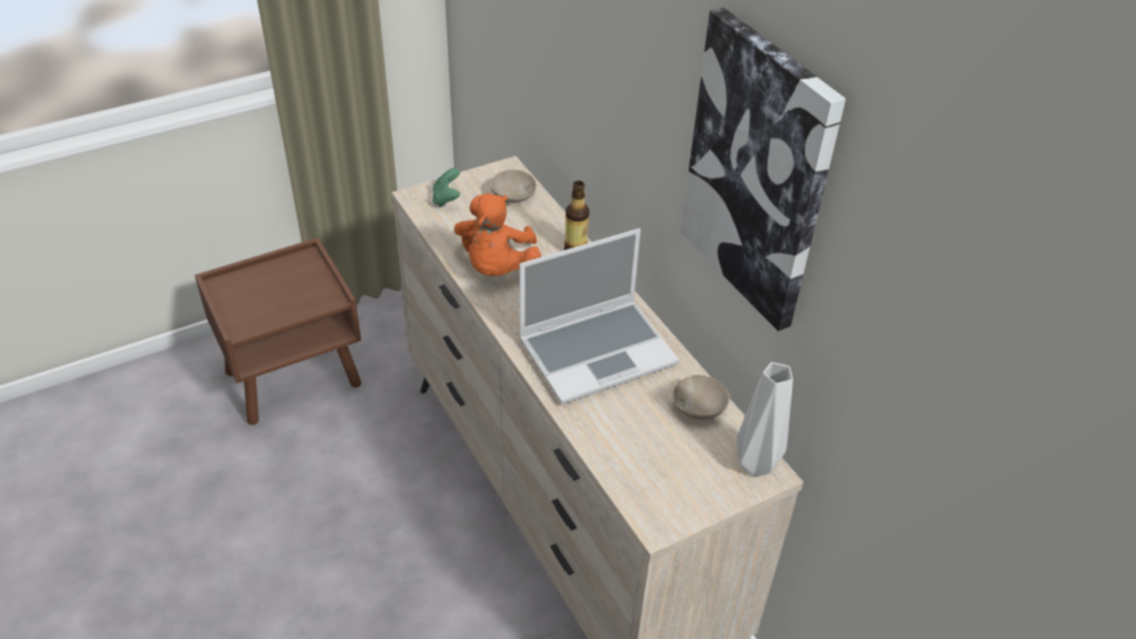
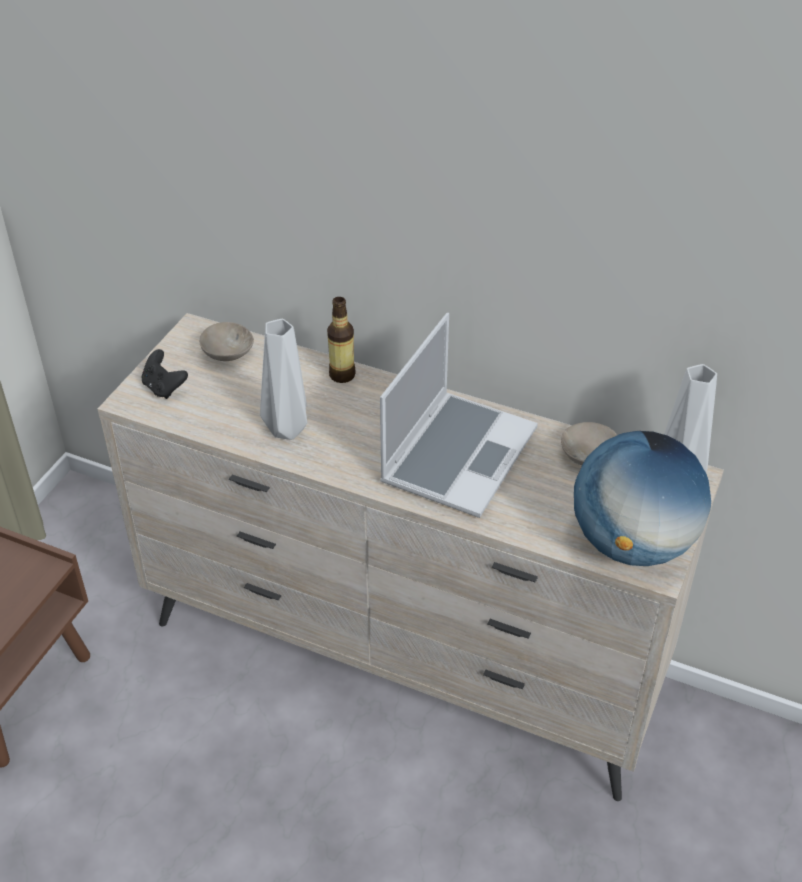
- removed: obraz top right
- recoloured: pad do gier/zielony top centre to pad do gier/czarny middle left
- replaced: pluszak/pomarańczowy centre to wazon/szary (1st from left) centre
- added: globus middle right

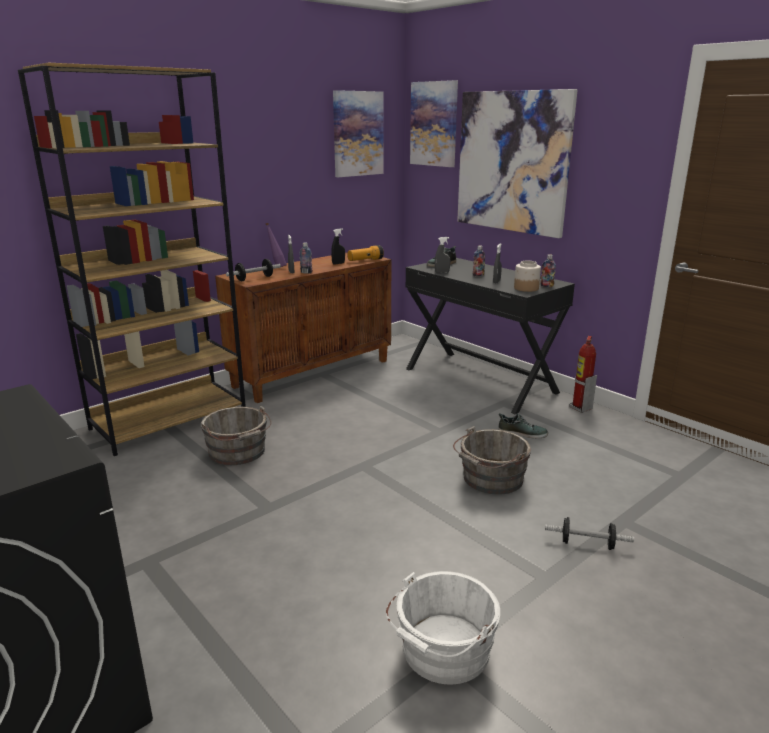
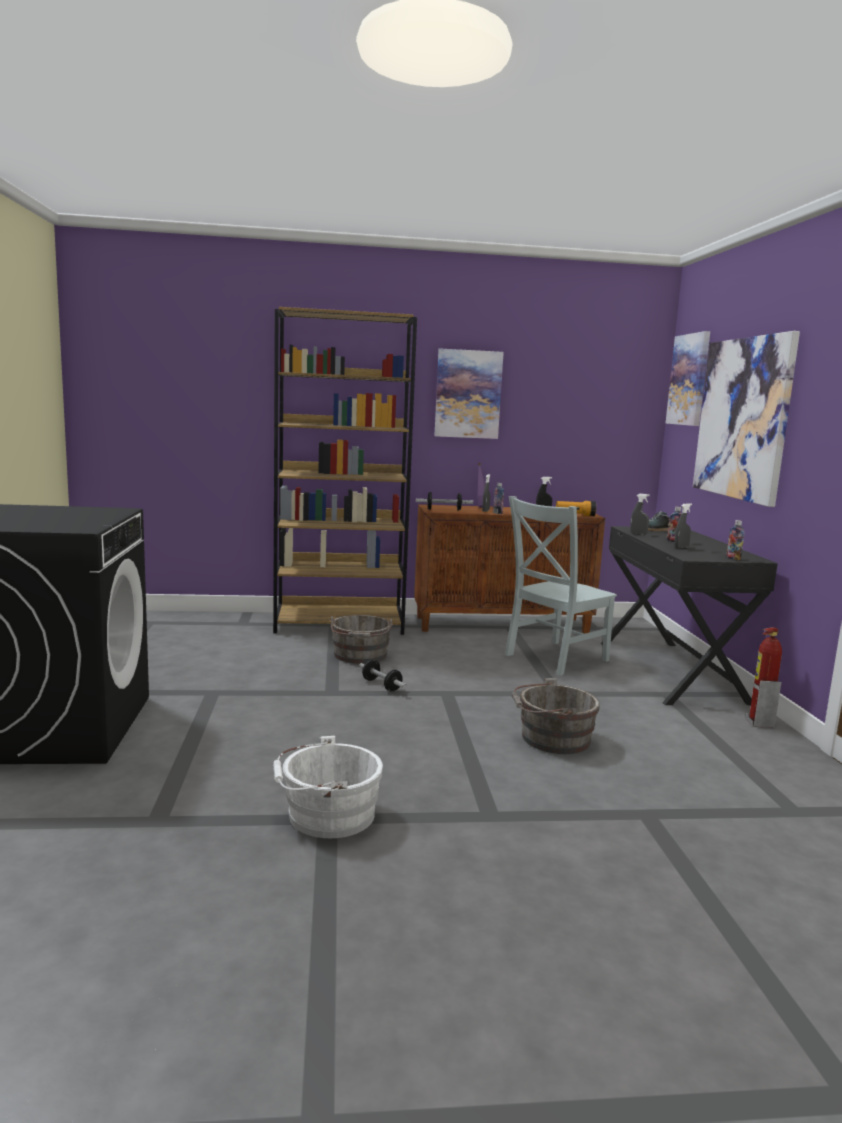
- moved: obraz (1st from left) top centre to centre
- removed: słoik middle right
- removed: but (2nd from left) middle right
- moved: hantel (2nd from left in the first image) bottom right to hantel (1st from left) centre
- added: krzesło/szary centre

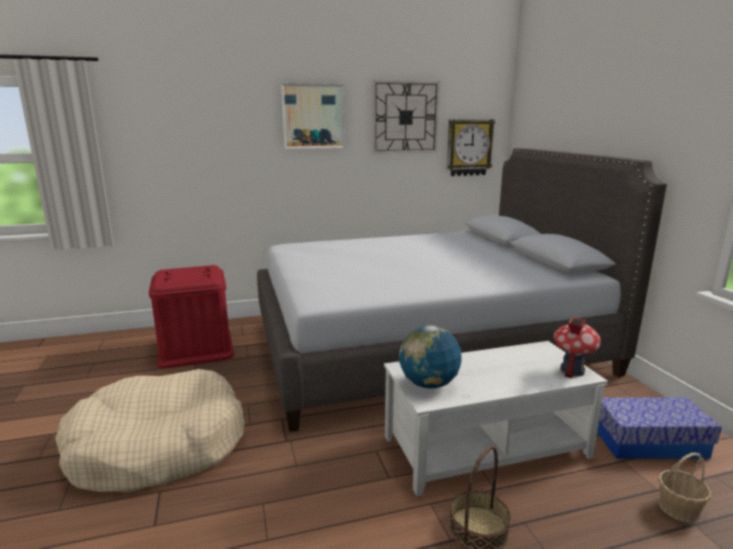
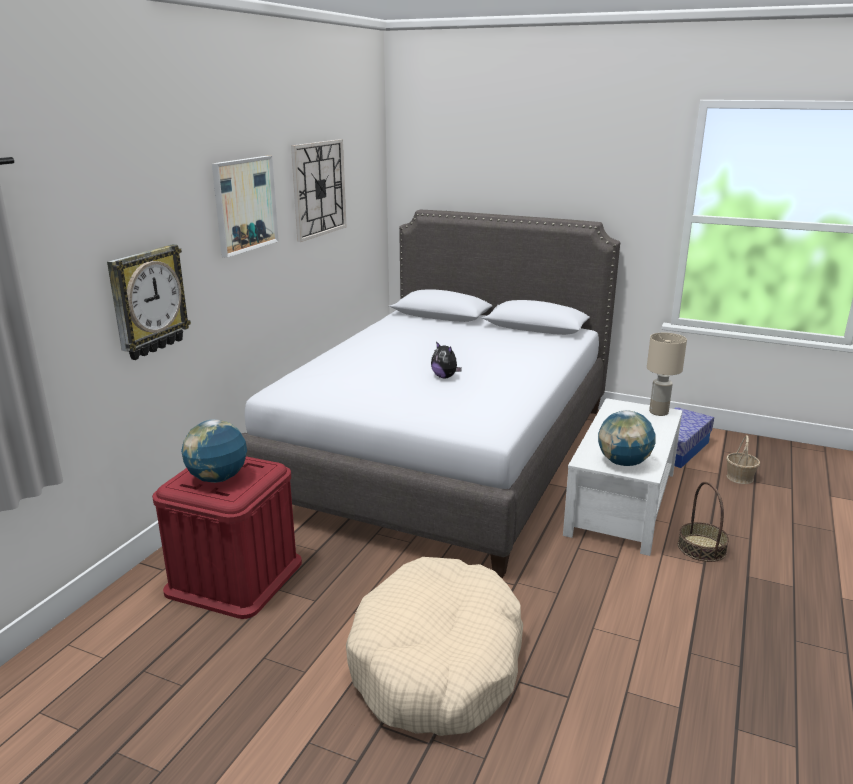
- moved: zegar ścienny (2nd from left in the first image) top centre to zegar ścienny (1st from left) middle left
- replaced: domek middle right to lampa stołowa/beżowy middle right
- added: pluszak centre
- added: globus (1st from left) middle left

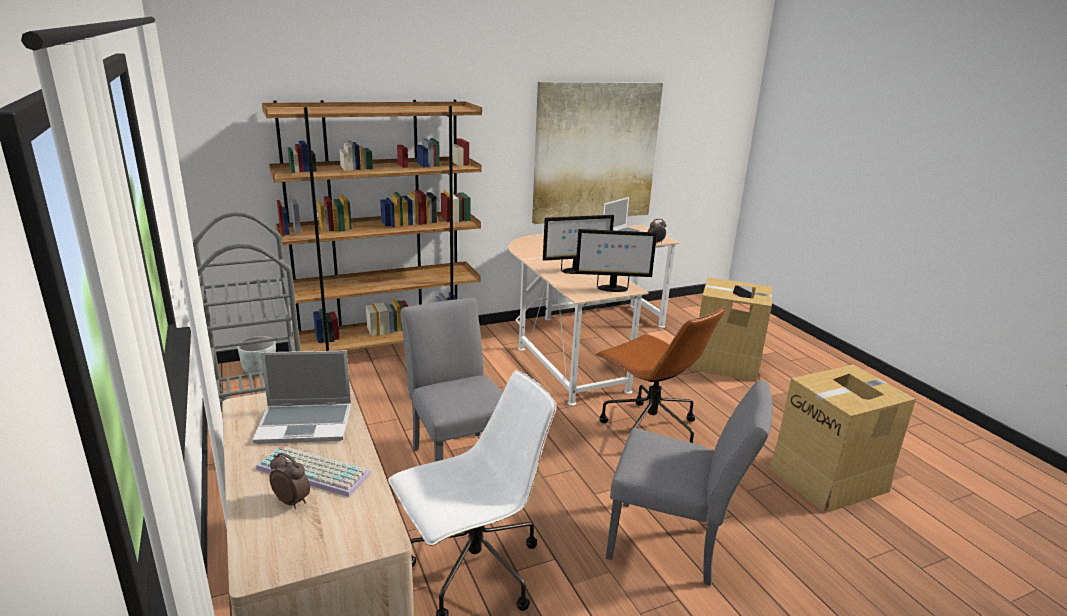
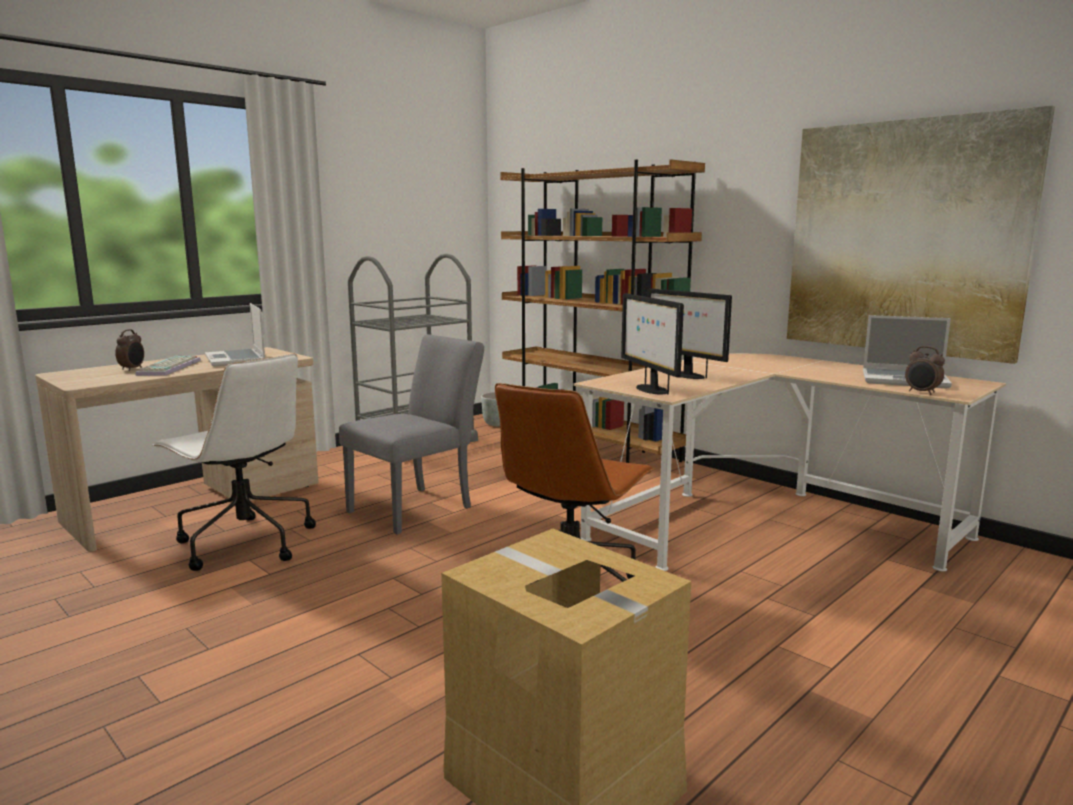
- removed: karton (1st from left) middle right
- removed: krzesło/szary (2nd from left) bottom centre

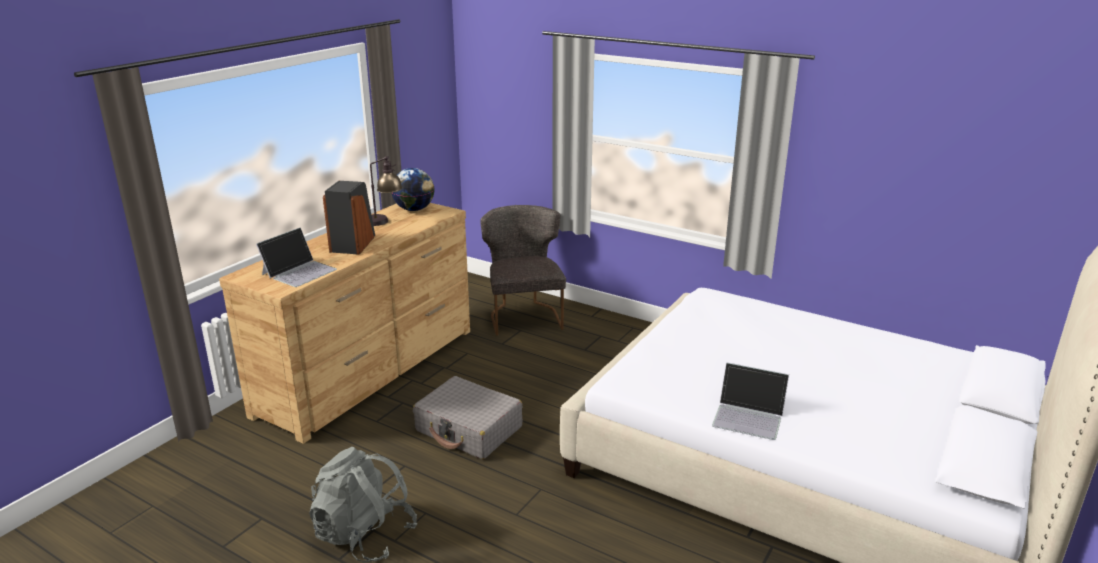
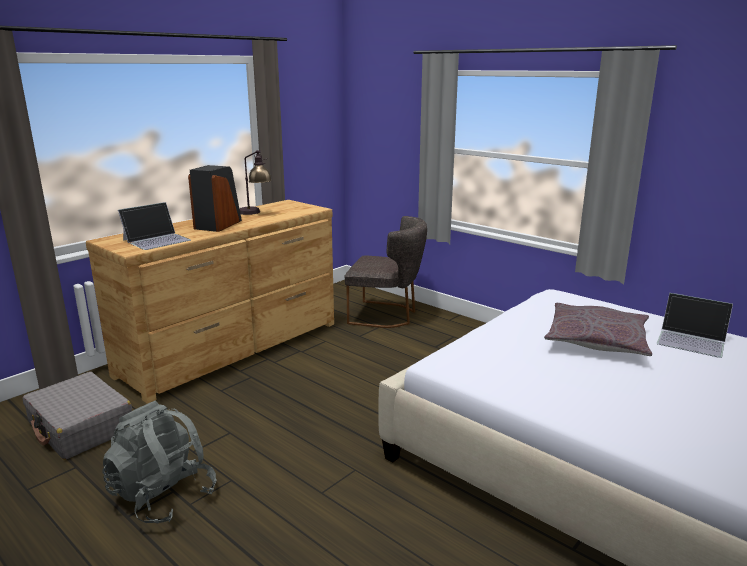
- removed: globus centre
- turned: krzesło/szary centre = centre 105 degrees clockwise
- moved: laptop (2nd from left) bottom right to middle right
- moved: walizka/szary bottom centre to bottom left
- added: poduszka/szary middle right

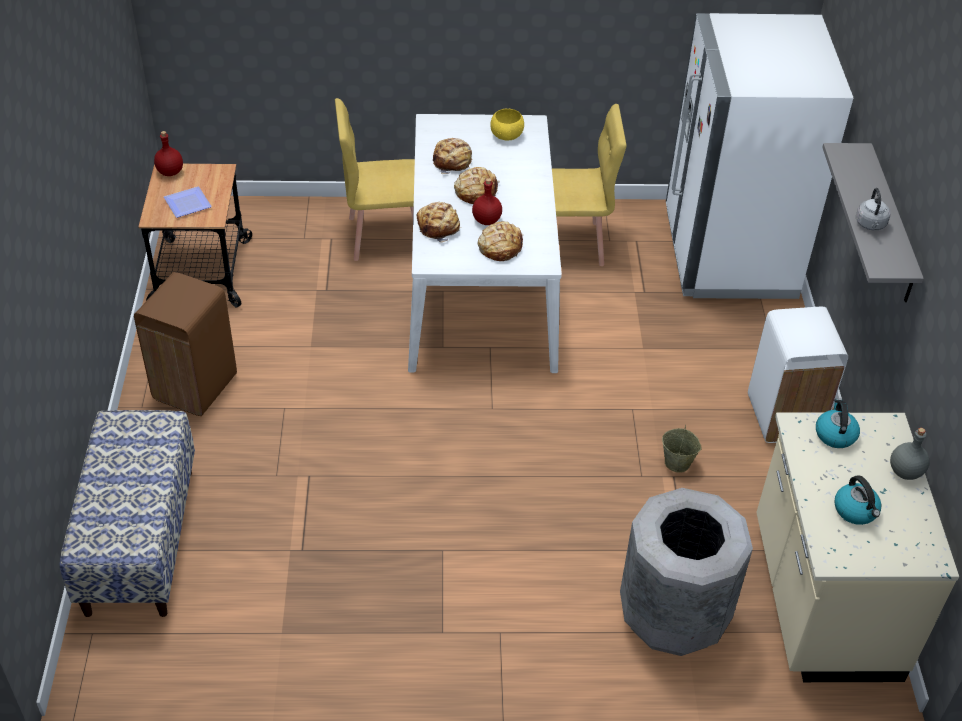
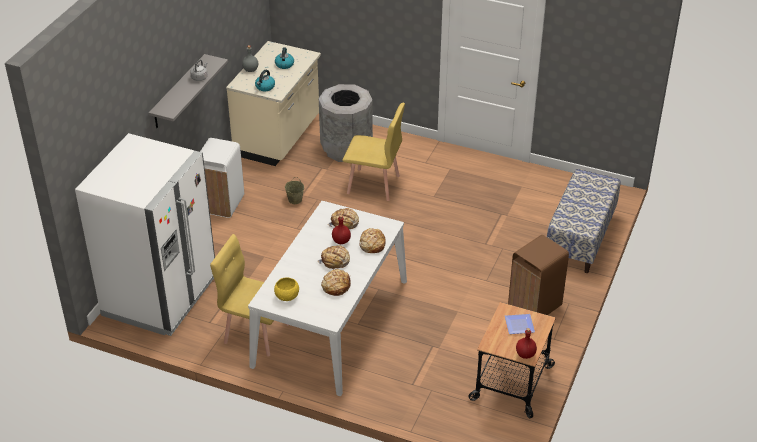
- moved: krzesło/żółty (1st from left in the first image) top centre to krzesło/żółty (2nd from left) centre

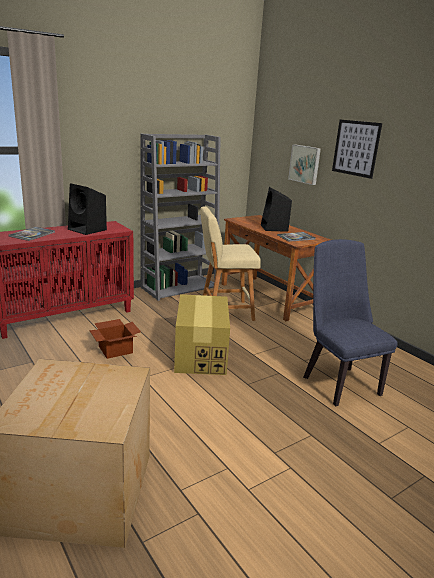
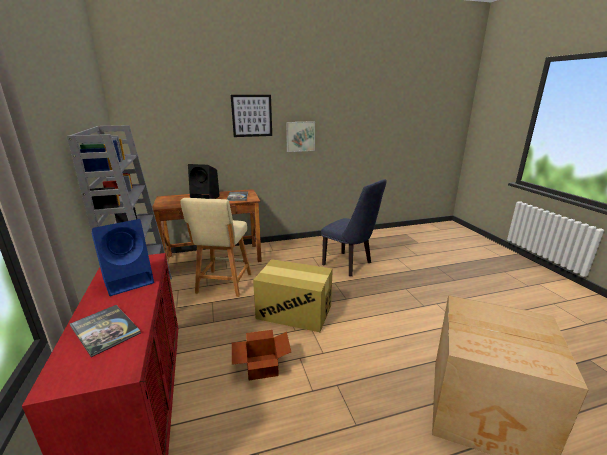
- moved: obraz (1st from left in the first image) top right to obraz (2nd from left) top centre
- recoloured: głośnik/czarny (1st from left) middle left to głośnik/niebieski middle left
- turned: krzesło/niebieski middle right = centre 135 degrees counterclockwise

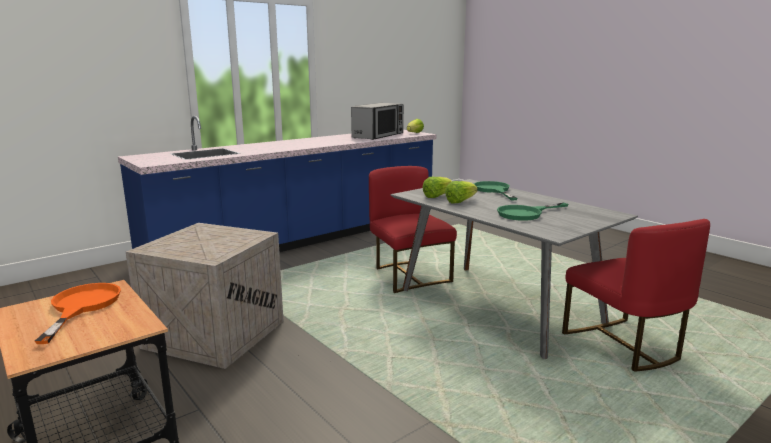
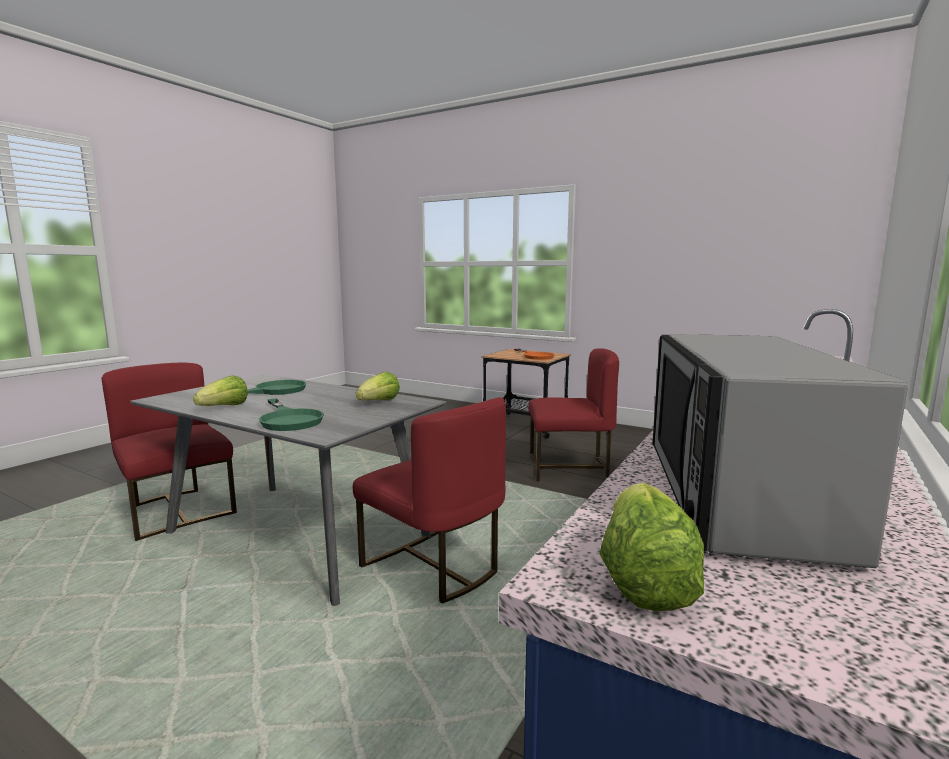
- moved: sałata (3rd from left in the first image) centre to sałata (1st from left) middle left
- replaced: skrzynka bottom left to krzesło/czerwony (3rd from left) centre

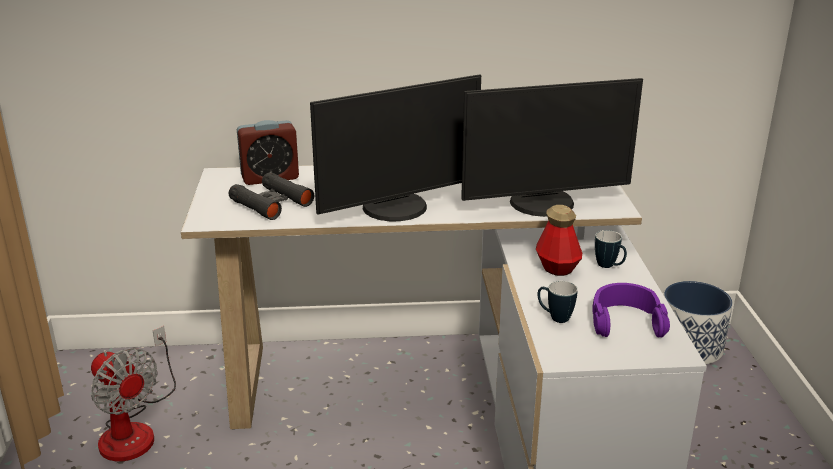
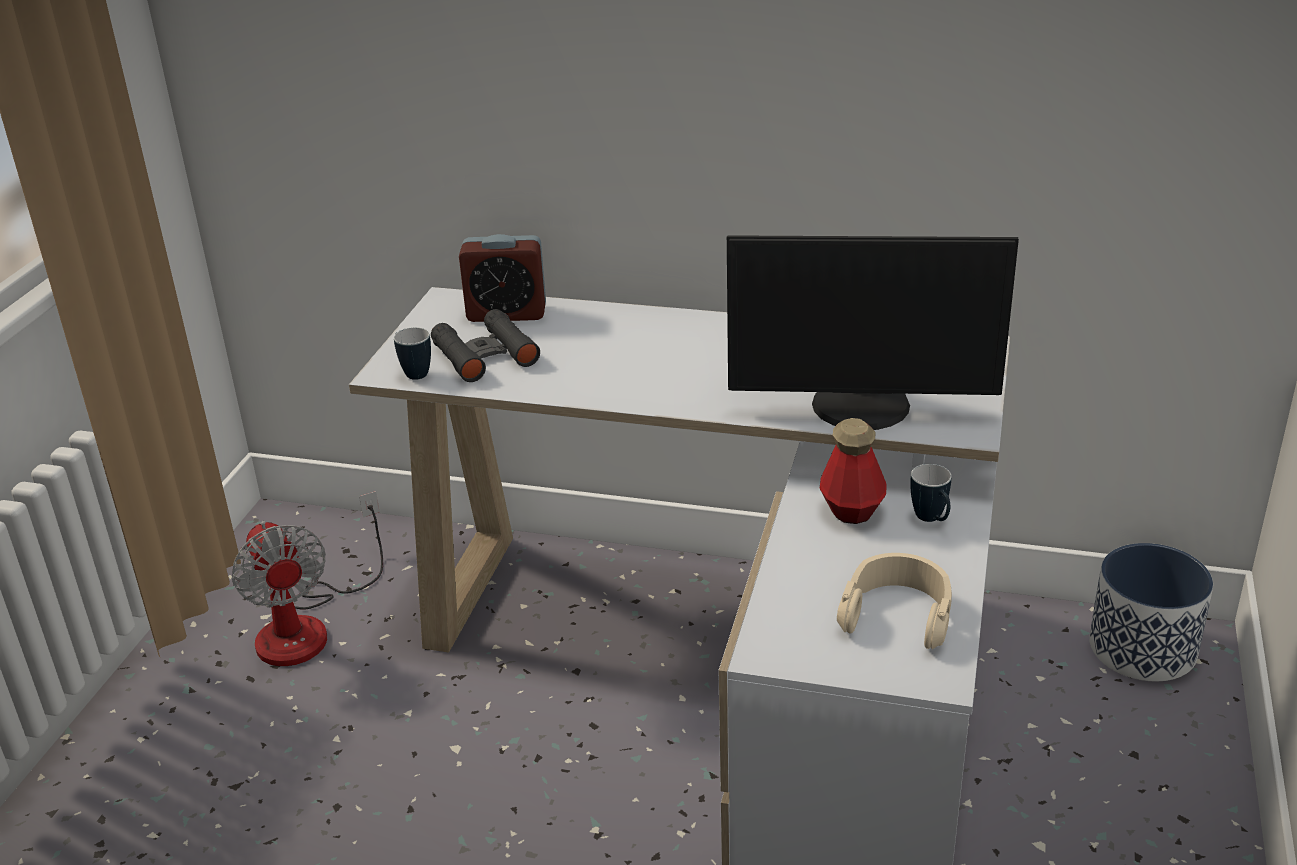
- removed: monitor (1st from left) top centre
- moved: kubek (1st from left) middle right to middle left
- recoloured: słuchawki/fioletowy middle right to słuchawki/beżowy bottom right

